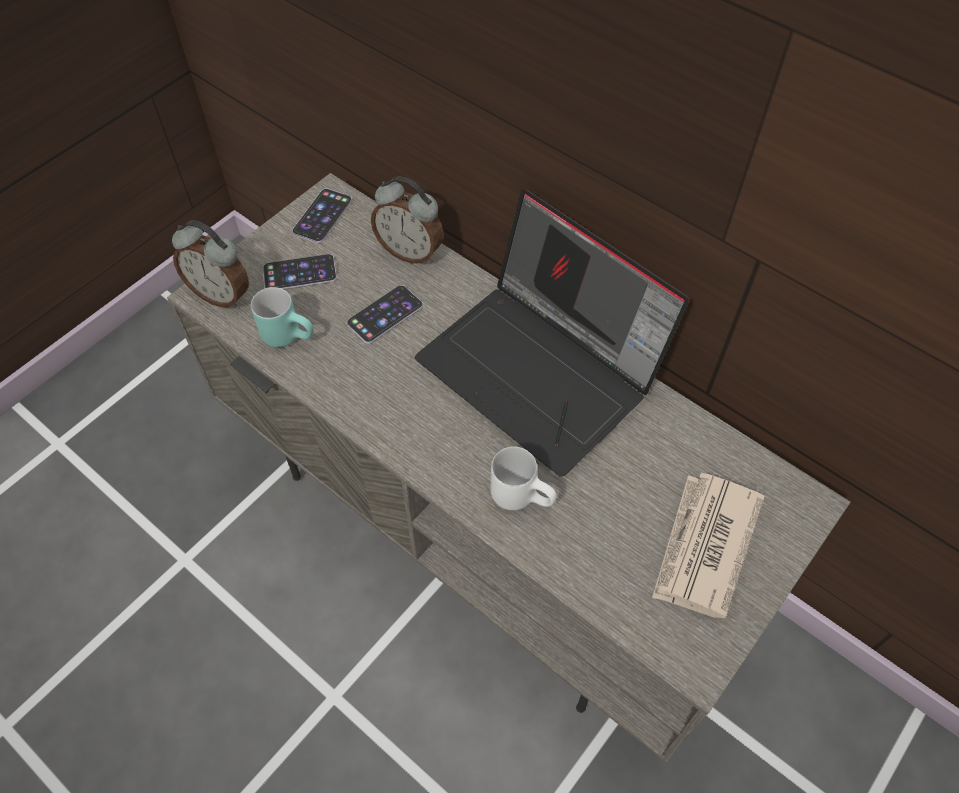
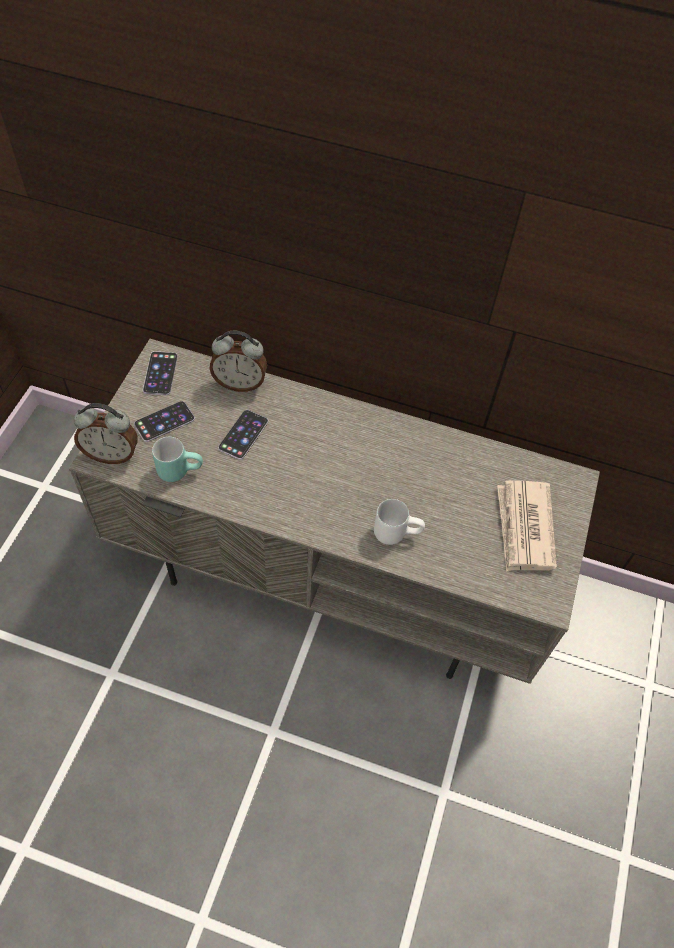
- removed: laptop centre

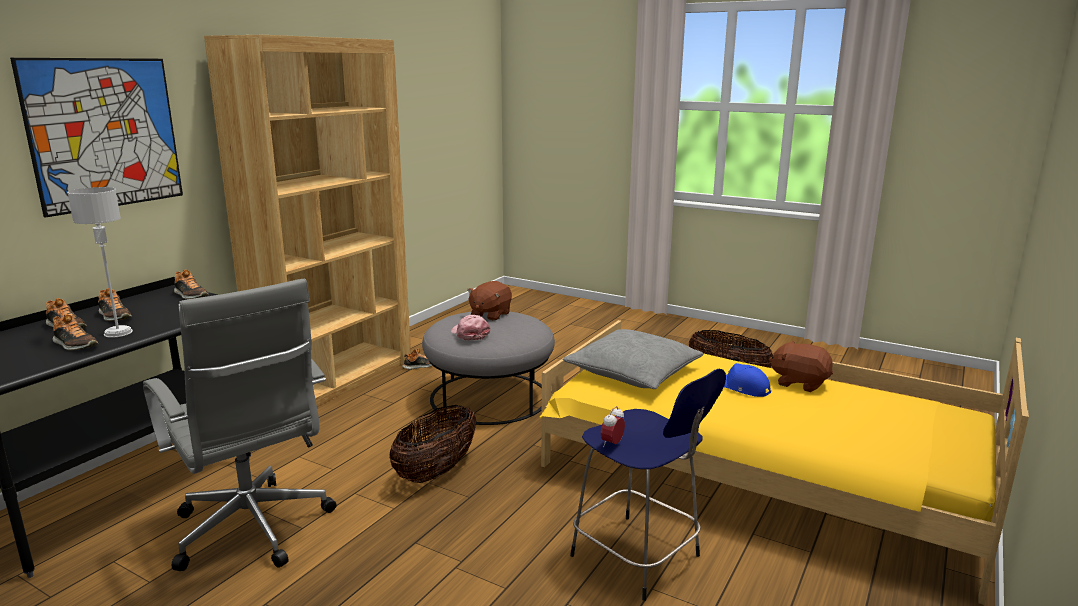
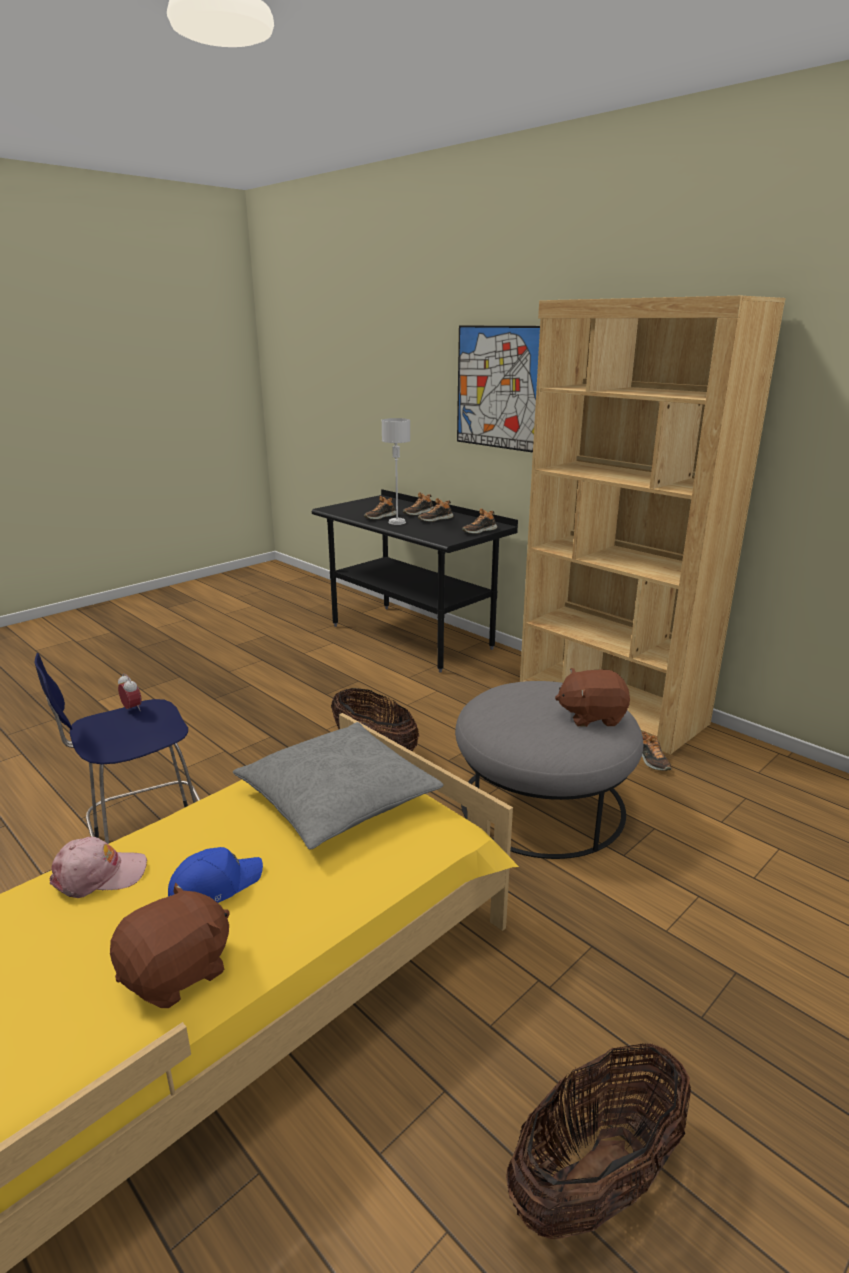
- removed: krzesło biurowe/szary bottom left
- turned: pluszak/brązowy (1st from left in the first image) centre = middle right 45 degrees counterclockwise
- moved: czapka z daszkiem/różowy centre to bottom left

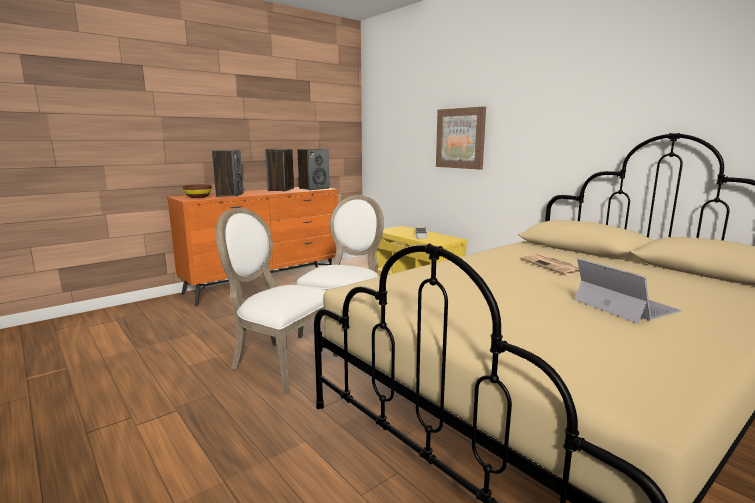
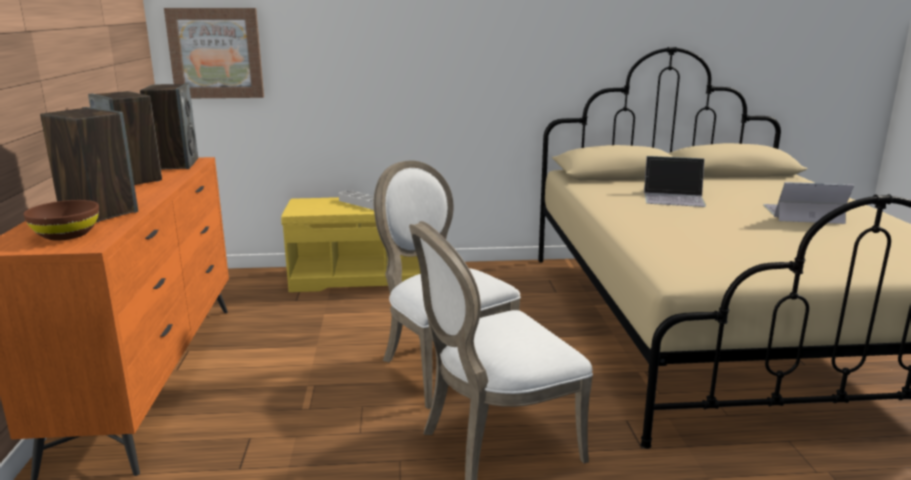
- moved: obraz top centre to top left
- replaced: gazeta middle right to laptop (1st from left) middle right

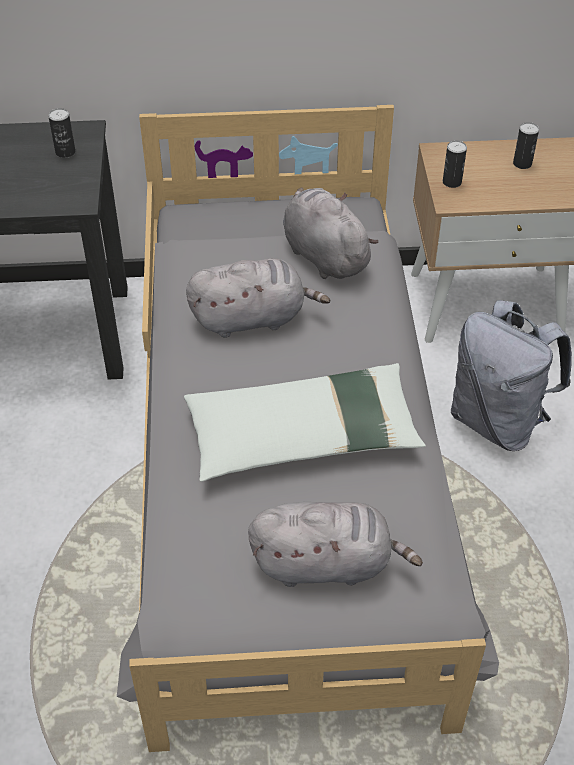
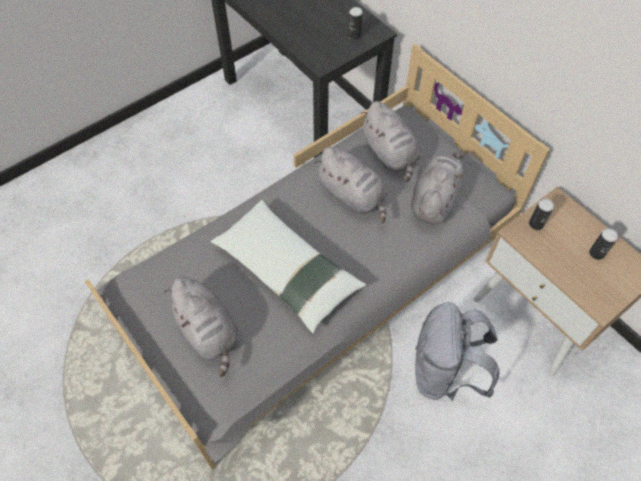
- added: pluszak/szary (3rd from left) top centre

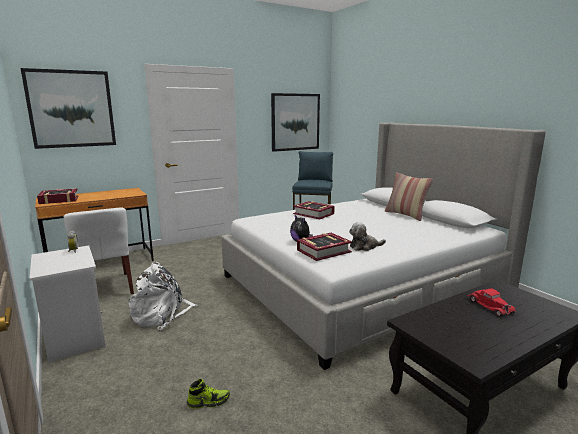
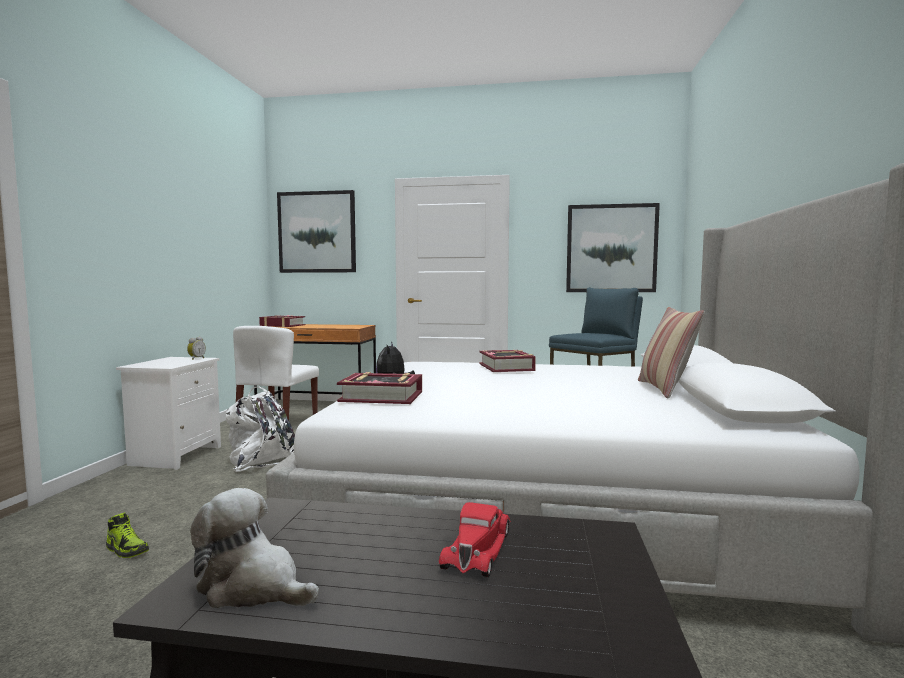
- moved: pluszak (2nd from left in the first image) centre to pluszak (1st from left) bottom left

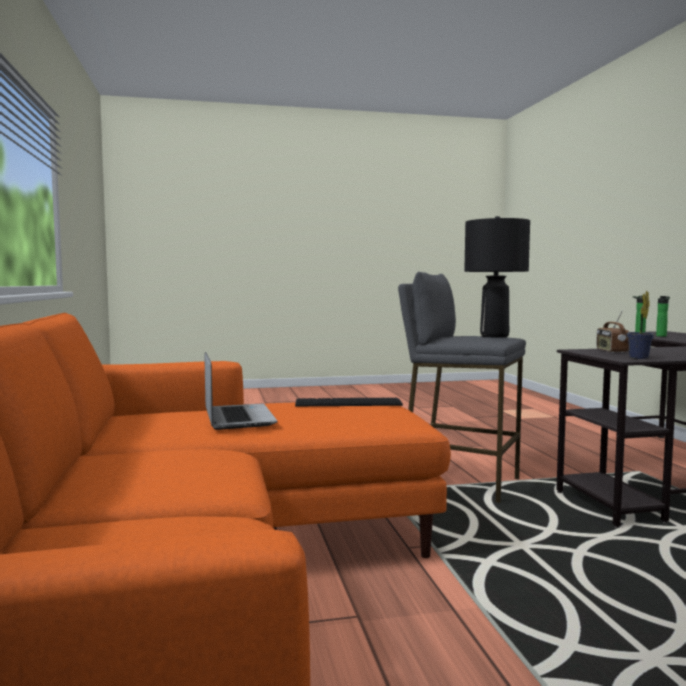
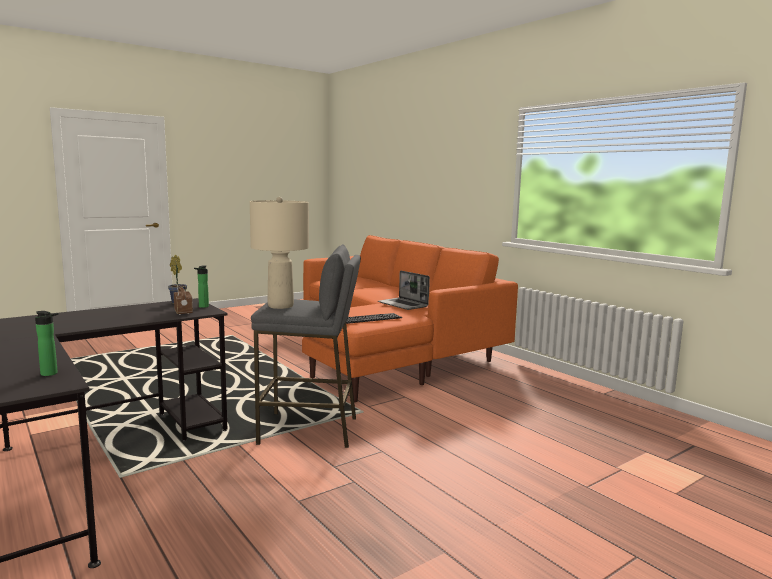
- recoloured: lampa stołowa/czarny middle right to lampa stołowa/beżowy centre
- moved: butelka (2nd from left) middle right to middle left

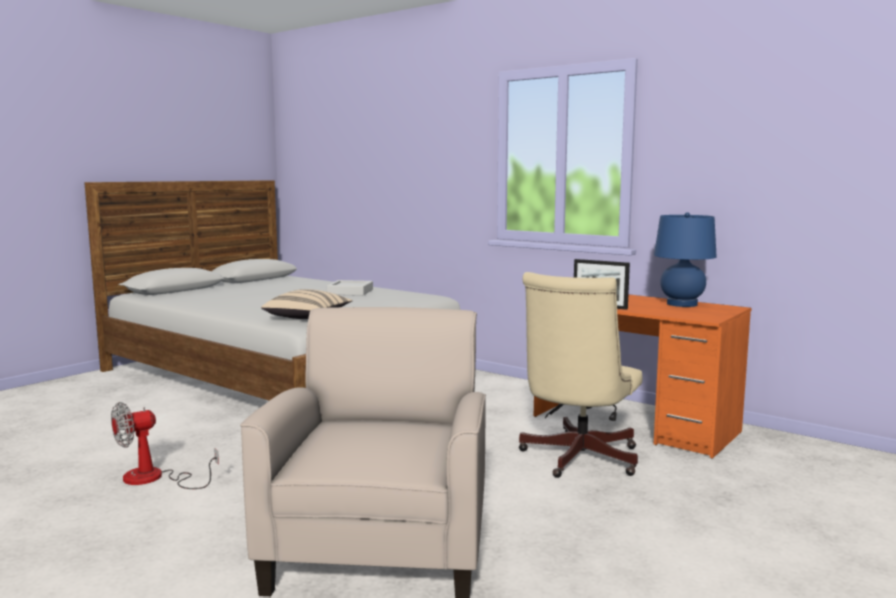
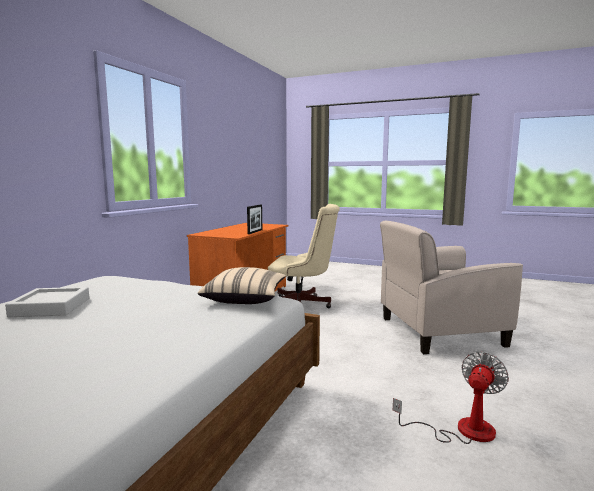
- removed: lampa stołowa/niebieski middle right
- turned: wentylator bottom left = bottom right 90 degrees counterclockwise

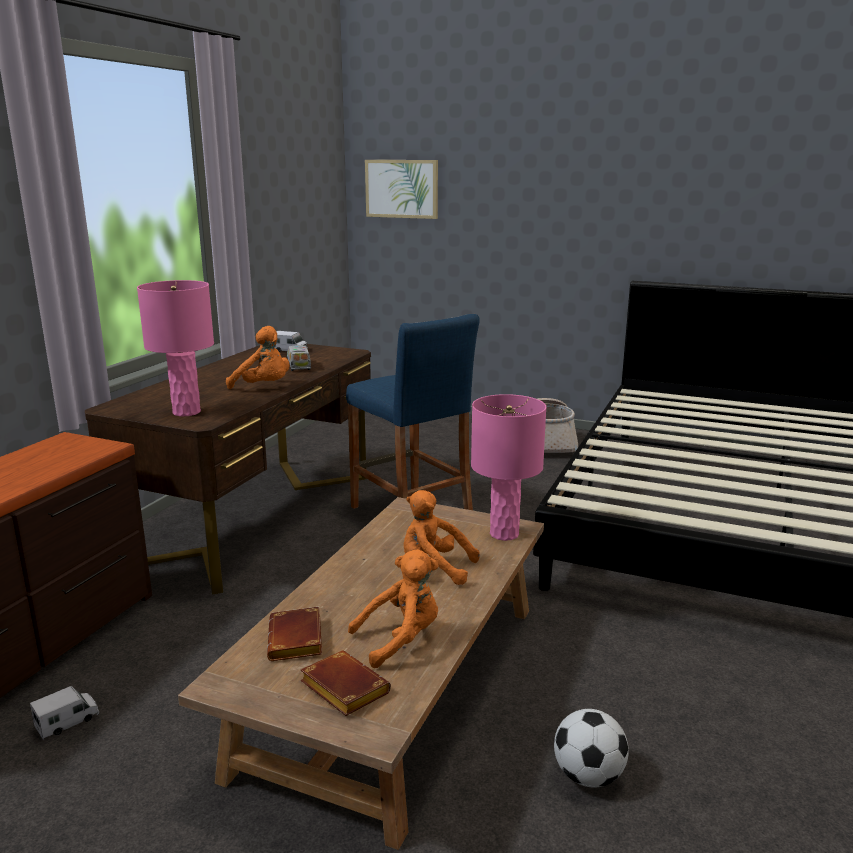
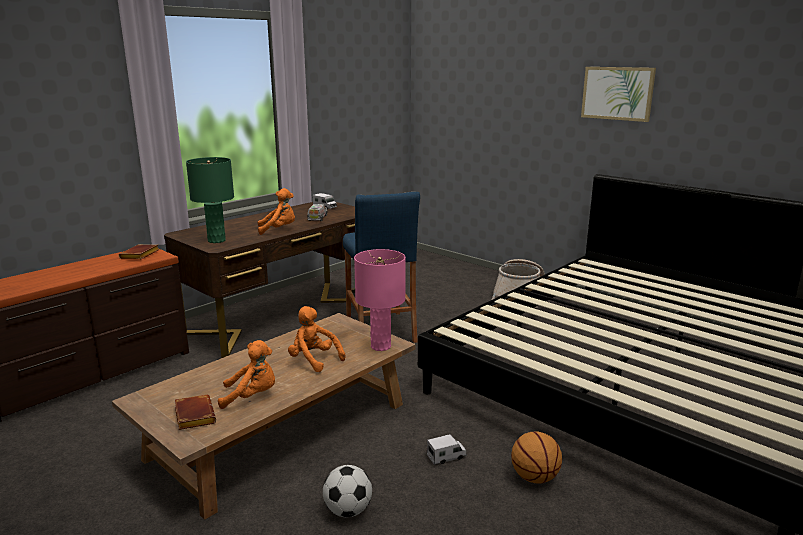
- moved: obraz top centre to top right
- recoloured: lampa stołowa/różowy (1st from left) middle left to lampa stołowa/zielony middle left
- turned: pluszak/pomarańczowy (1st from left in the first image) middle left = centre 60 degrees counterclockwise
- moved: książka/brązowy (1st from left) bottom centre to middle left
- moved: ciężarówka zabawkowa (1st from left in the first image) bottom left to ciężarówka zabawkowa (3rd from left) bottom centre
- added: piłka do koszykówki bottom right

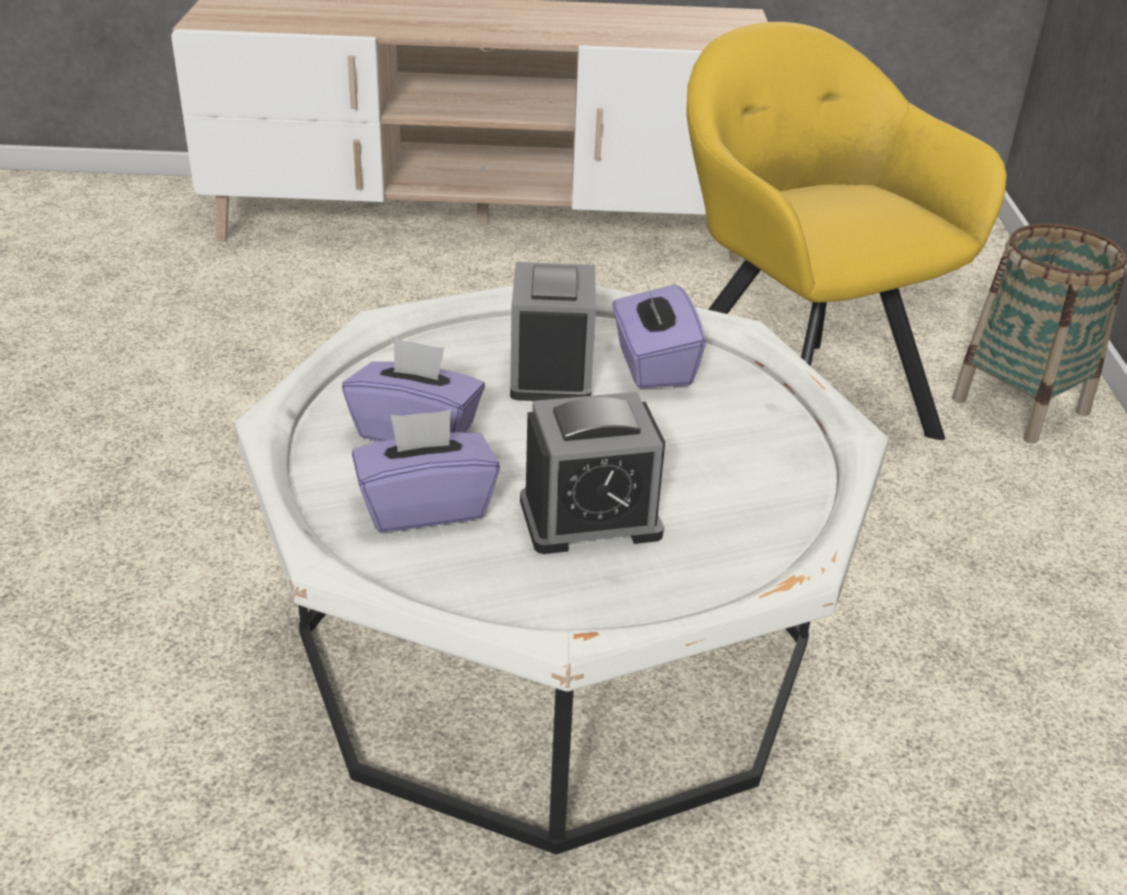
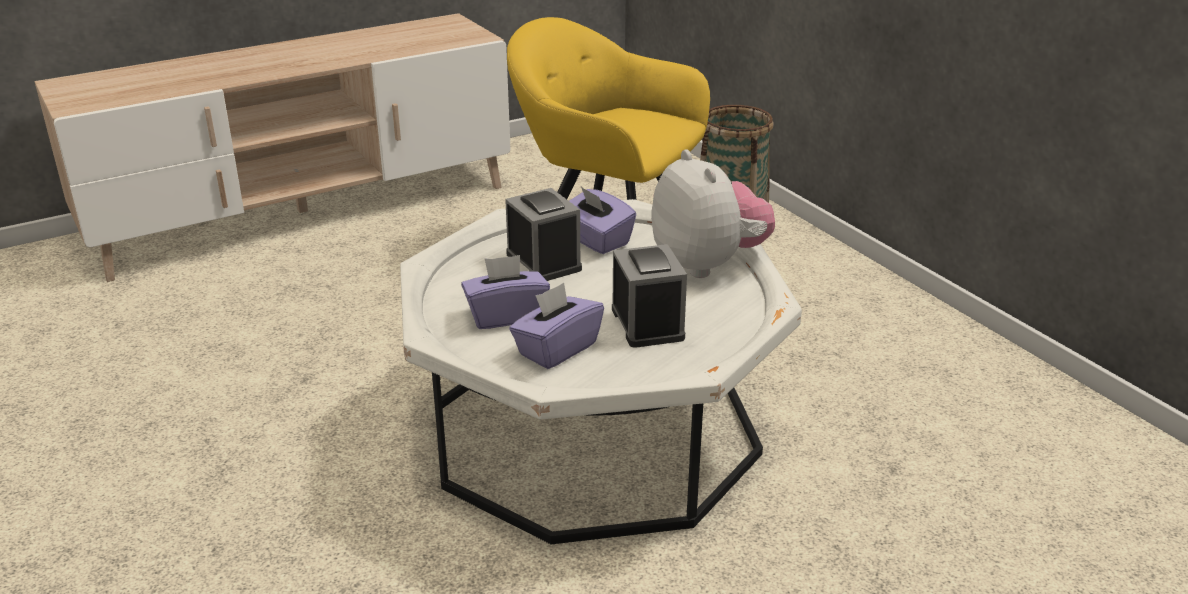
- turned: budzik (2nd from left) centre = centre 60 degrees counterclockwise
- added: pluszak centre

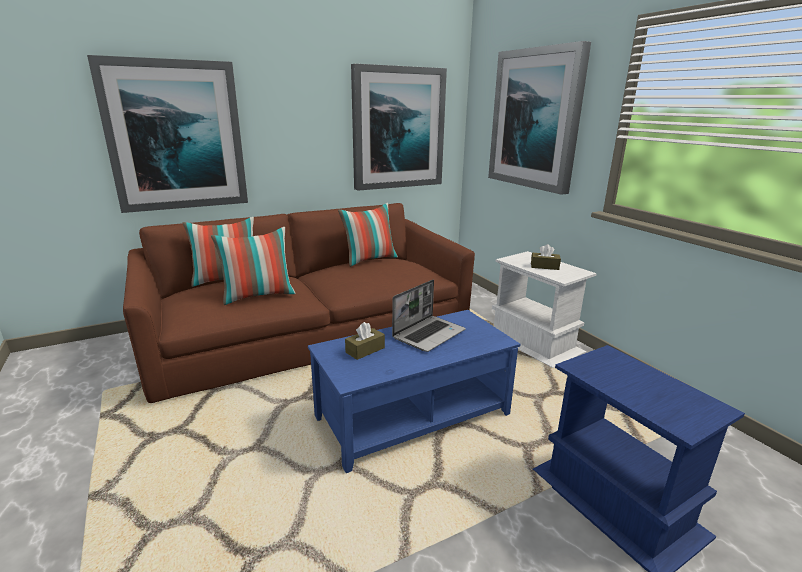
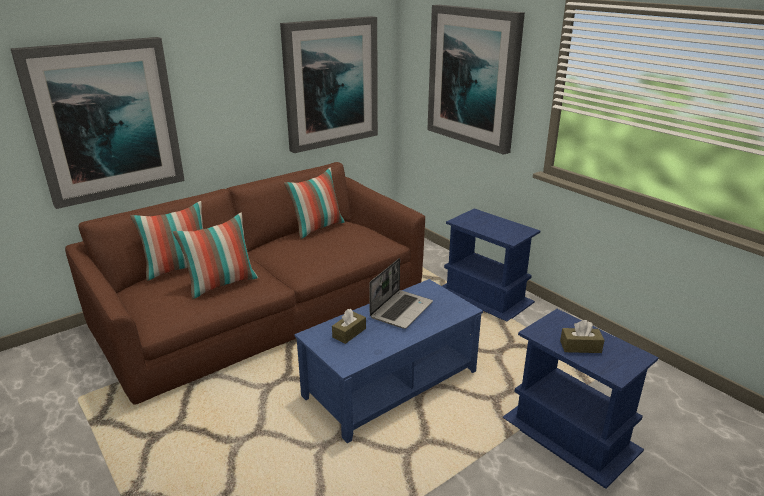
- moved: pudełko chusteczek/brązowy (2nd from left) middle right to bottom right
- recoloured: stolik/biały middle right to stolik/niebieski (1st from left) centre

